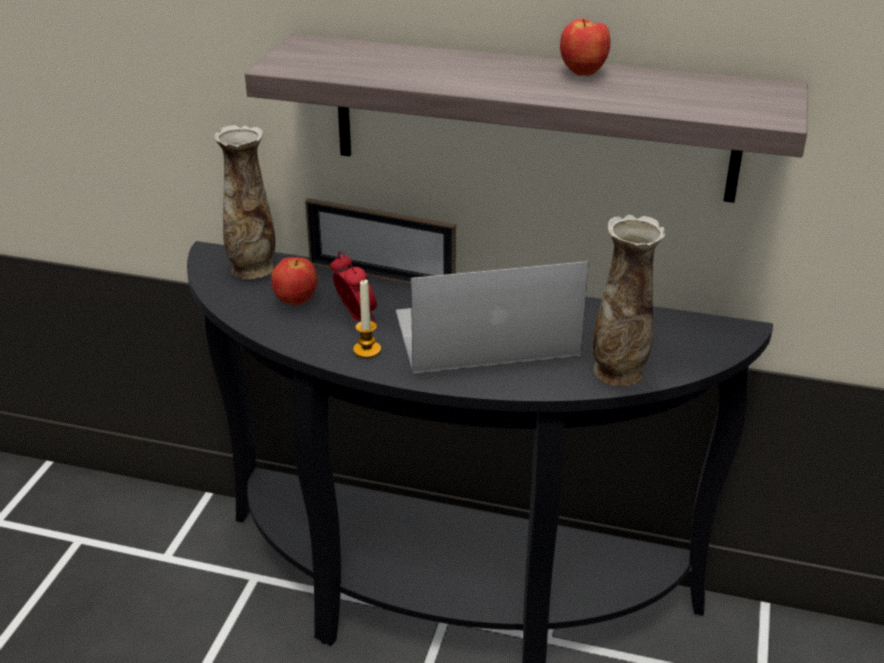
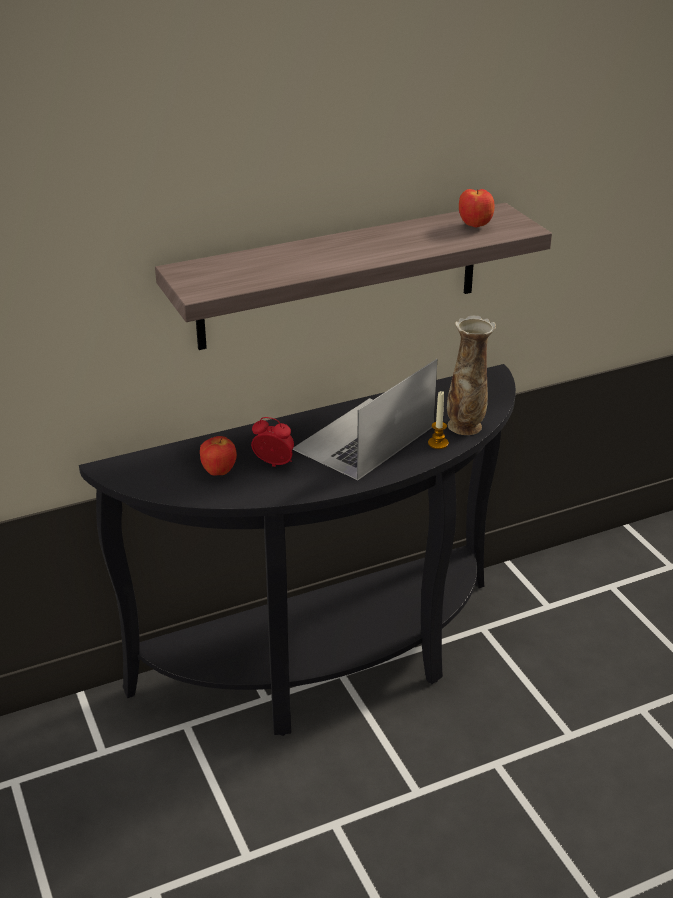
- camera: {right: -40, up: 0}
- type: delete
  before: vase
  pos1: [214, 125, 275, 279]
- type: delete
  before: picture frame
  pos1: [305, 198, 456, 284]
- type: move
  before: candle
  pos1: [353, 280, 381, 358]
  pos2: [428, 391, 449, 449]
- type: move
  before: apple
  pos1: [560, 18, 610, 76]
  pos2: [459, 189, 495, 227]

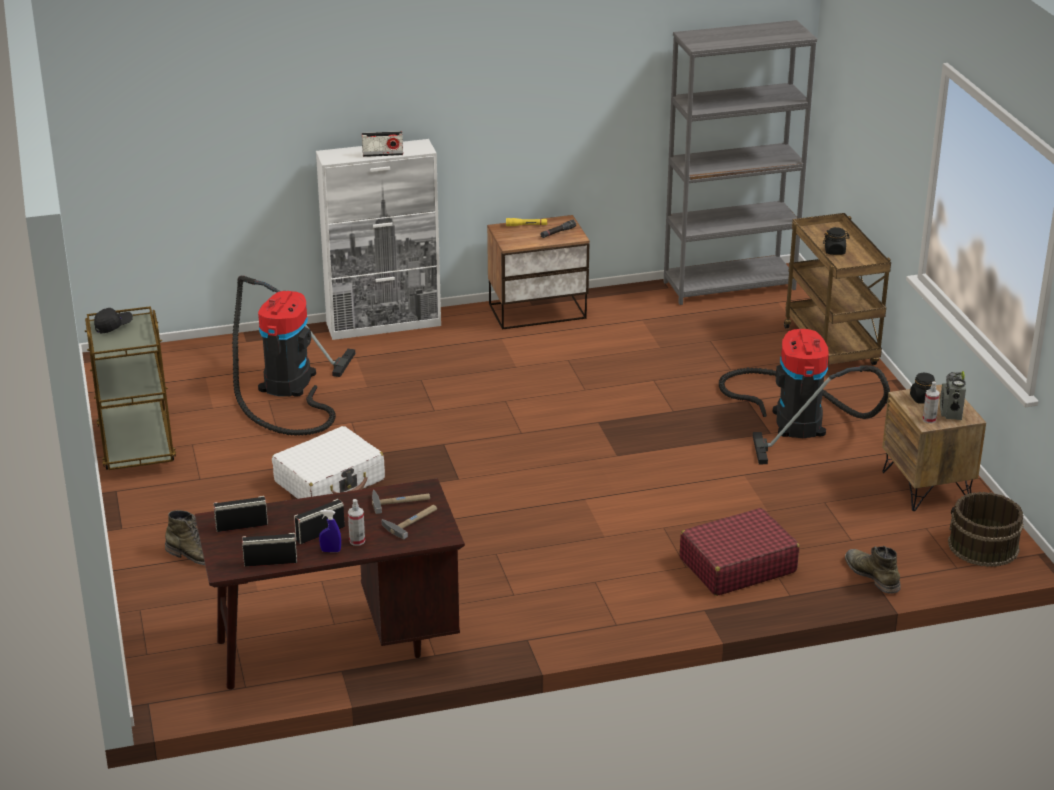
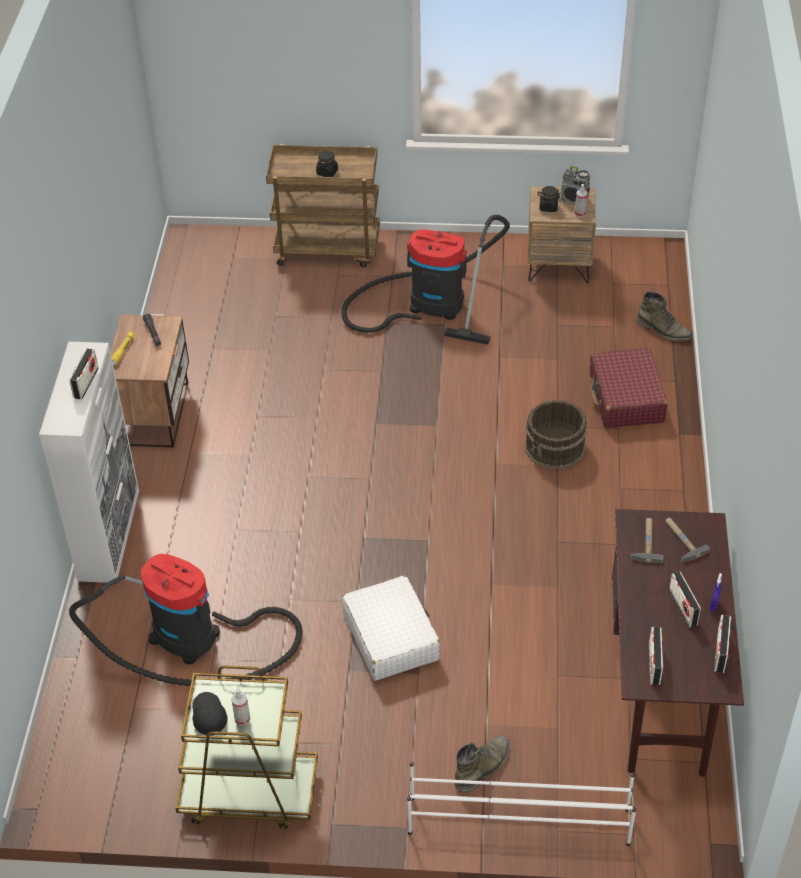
- camera: {right: -70, up: 15}
- type: delete
  before: grey bookcase
  pos1: [664, 20, 817, 305]
- type: insert
  after: white shoe rack
  pos2: [407, 762, 636, 846]
- type: move
  before: spray bottle
  pos1: [348, 499, 365, 546]
  pos2: [231, 688, 250, 725]
- type: move
  before: brown bucket
  pos1: [948, 492, 1024, 567]
  pos2: [525, 400, 587, 469]
- type: rotate
  before: green boot
  pos1: [845, 546, 901, 594]
  pos2: [636, 292, 692, 341]
  turn: -135

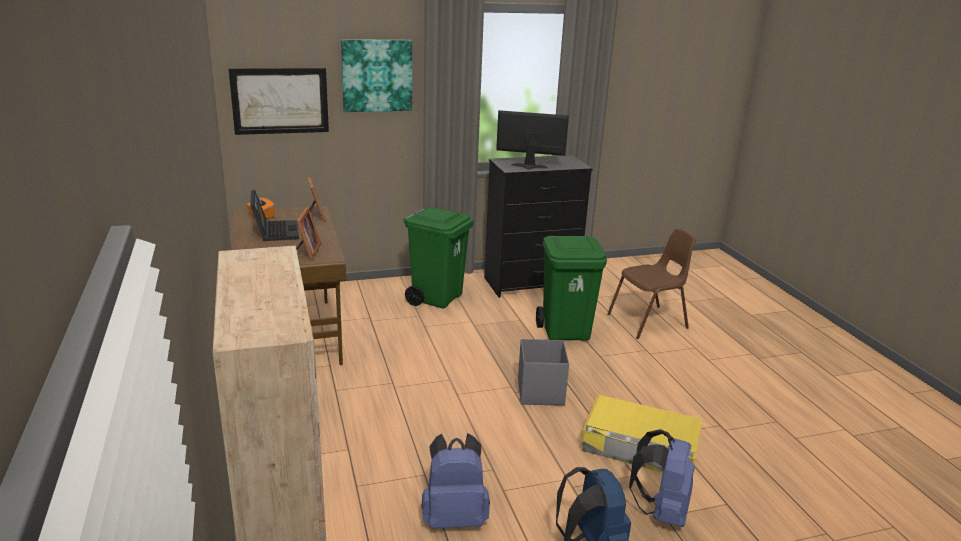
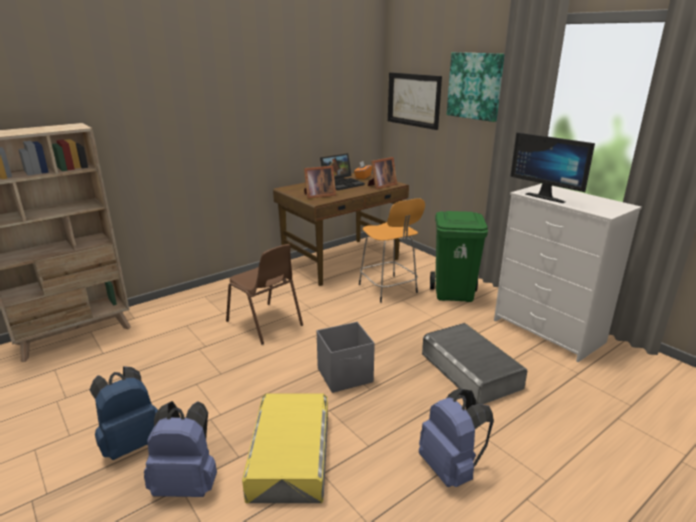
- camera: {right: 70, up: 0}
- type: insert
  after: orange stool
  pos2: [359, 198, 425, 303]
- type: move
  before: blue backpack
  pos1: [422, 433, 490, 529]
  pos2: [419, 388, 494, 487]
- type: move
  before: brown chair
  pos1: [607, 229, 696, 339]
  pos2: [226, 244, 303, 345]
- type: replace
  before: green trash can
  after: grey storage box
  pos1: [536, 236, 607, 341]
  pos2: [422, 323, 527, 405]
- type: recolor
  before: black dresser
  after: white dresser
  pos1: [484, 155, 593, 298]
  pos2: [494, 184, 642, 362]
- type: rotate
  before: monitor
  pos1: [496, 110, 569, 170]
  pos2: [510, 132, 595, 203]
  turn: 150

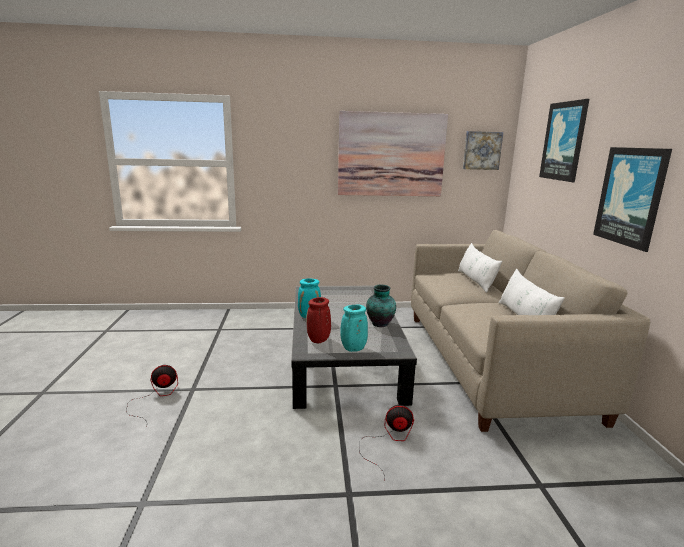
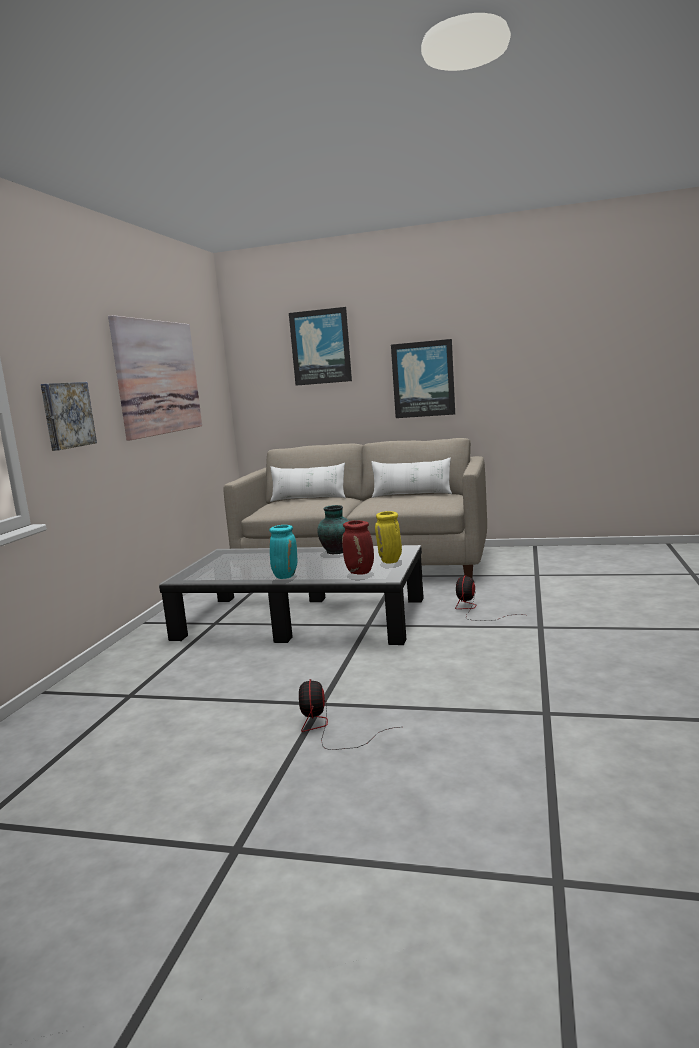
- camera: {right: -70, up: -5}
- type: move
  before: picture
  pos1: [463, 131, 503, 170]
  pos2: [41, 382, 97, 451]
- type: recolor
  before: turquoise vase
  after: yellow vase
  pos1: [340, 305, 368, 352]
  pos2: [375, 511, 402, 563]

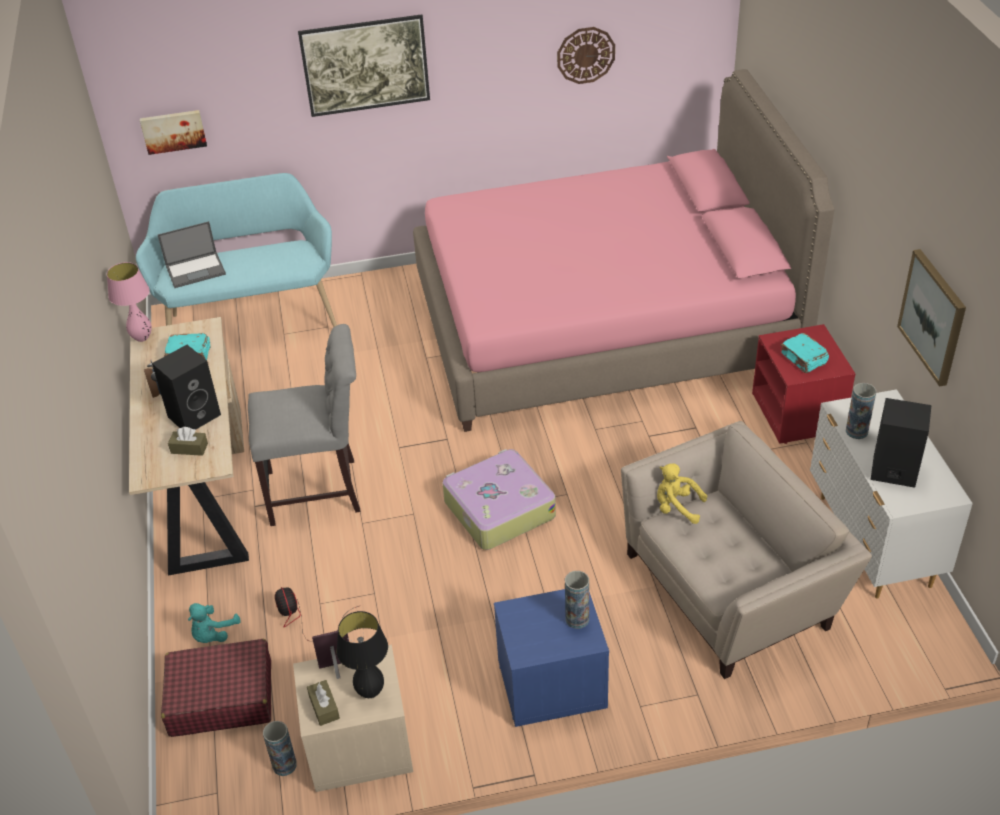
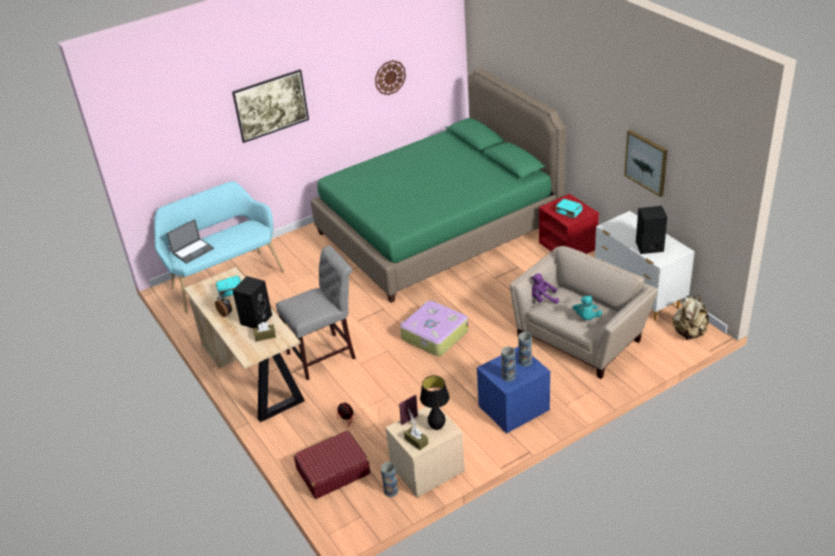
- camera: {right: -20, up: -5}
- type: delete
  before: pink table lamp
  pos1: [107, 262, 152, 342]
- type: delete
  before: picture
  pos1: [140, 110, 207, 155]
- type: insert
  after: beige backpack
  pos2: [673, 295, 709, 340]
- type: move
  before: turquoise plush toy
  pos1: [188, 603, 241, 643]
  pos2: [573, 296, 602, 320]
- type: move
  before: vase
  pos1: [846, 383, 876, 439]
  pos2: [501, 347, 516, 382]
- type: recolor
  before: pink bed
  after: green bed
  pos1: [413, 69, 834, 432]
  pos2: [310, 68, 566, 303]
- type: recolor
  before: yellow plush toy
  after: purple plush toy
  pos1: [657, 463, 707, 524]
  pos2: [531, 273, 559, 304]

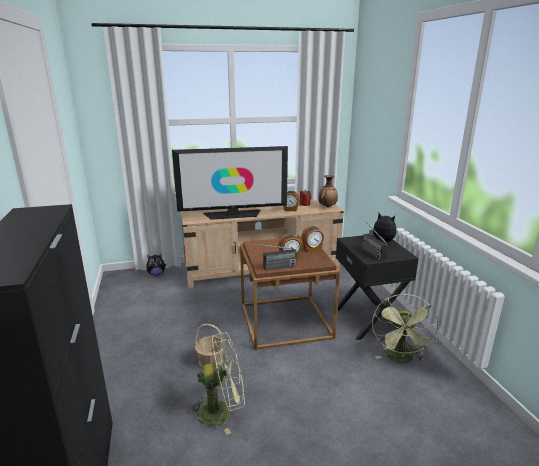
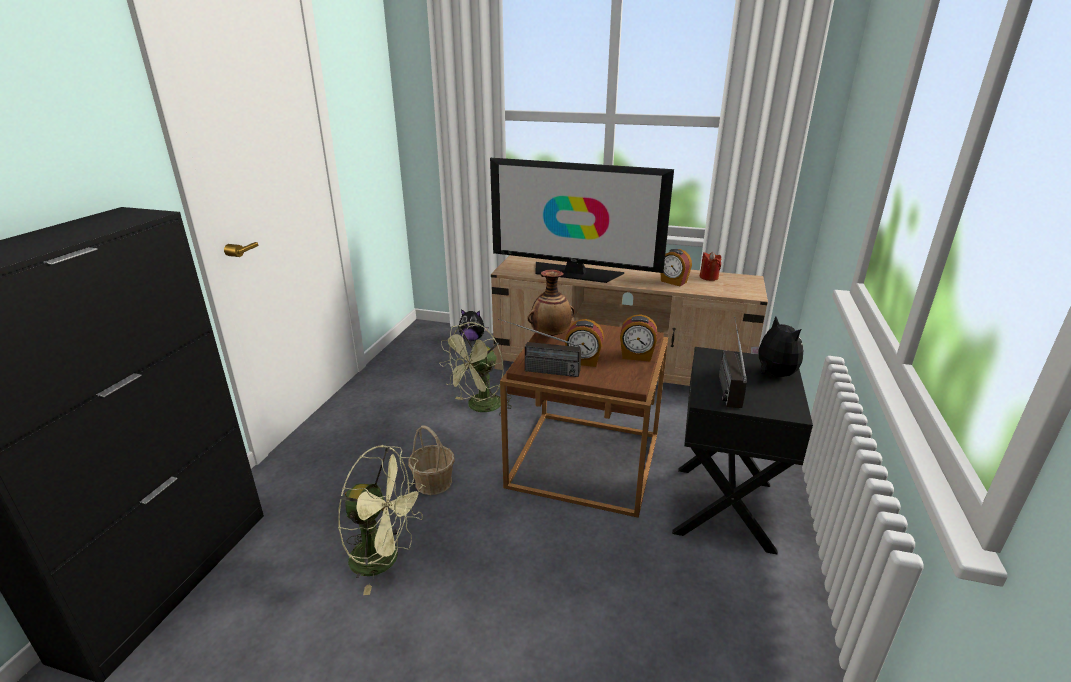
- camera: {right: 30, up: 5}
- type: move
  before: vase
  pos1: [318, 175, 338, 207]
  pos2: [527, 270, 575, 336]
- type: move
  before: green fan
  pos1: [372, 294, 439, 363]
  pos2: [439, 322, 512, 416]

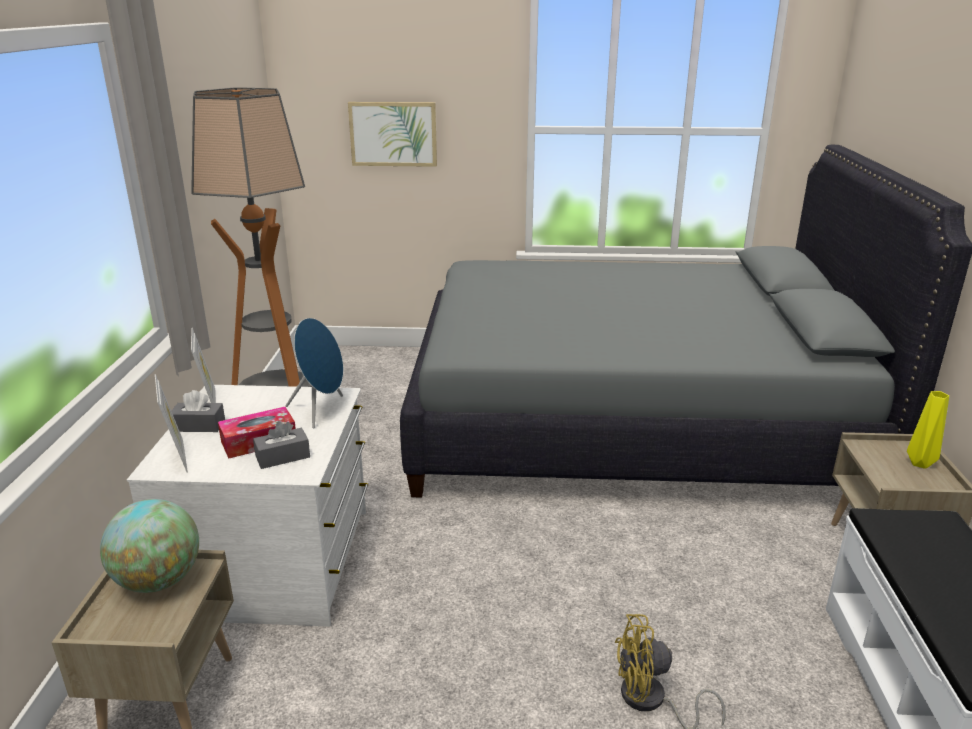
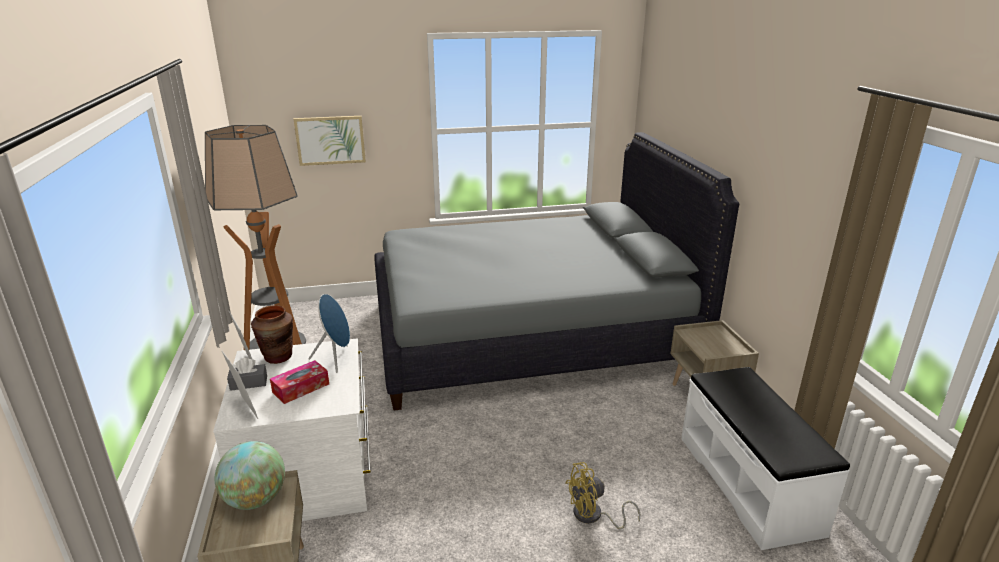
- camera: {right: -15, up: 0}
- type: delete
  before: grey tissue box
  pos1: [253, 421, 310, 469]
- type: delete
  before: yellow vase
  pos1: [907, 391, 949, 469]
- type: insert
  after: brown vase
  pos2: [251, 305, 293, 364]

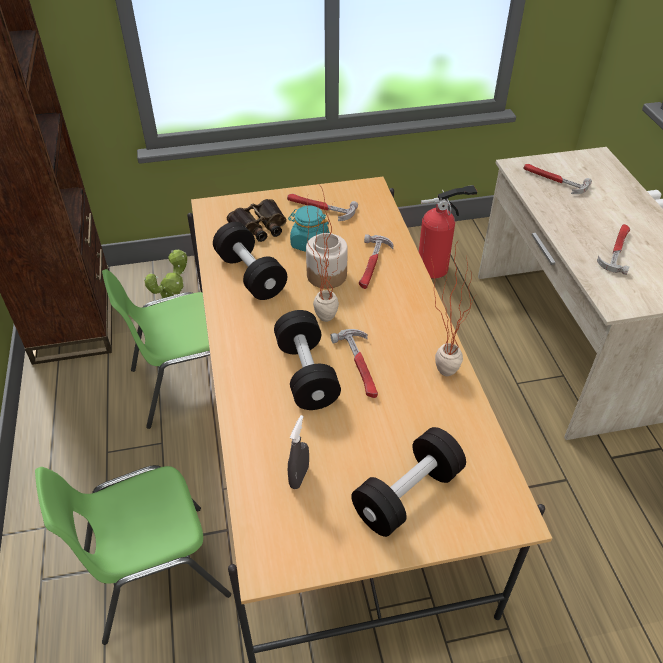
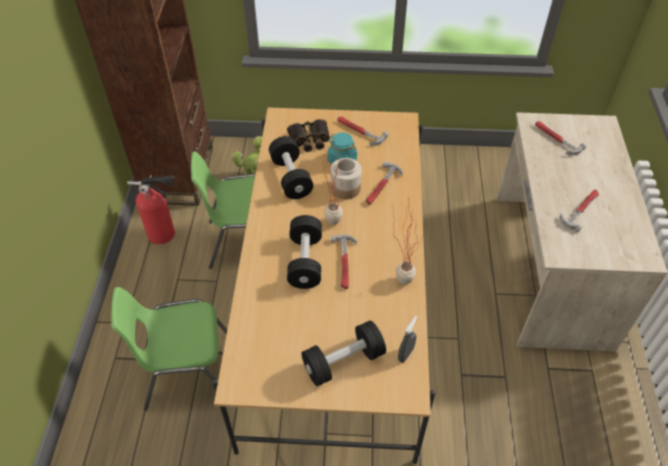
- camera: {right: 15, up: 5}
- type: move
  before: grey spray bottle
  pos1: [288, 415, 309, 489]
  pos2: [398, 316, 417, 362]
- type: move
  before: fire extinguisher
  pos1: [419, 185, 477, 278]
  pos2: [127, 175, 175, 244]

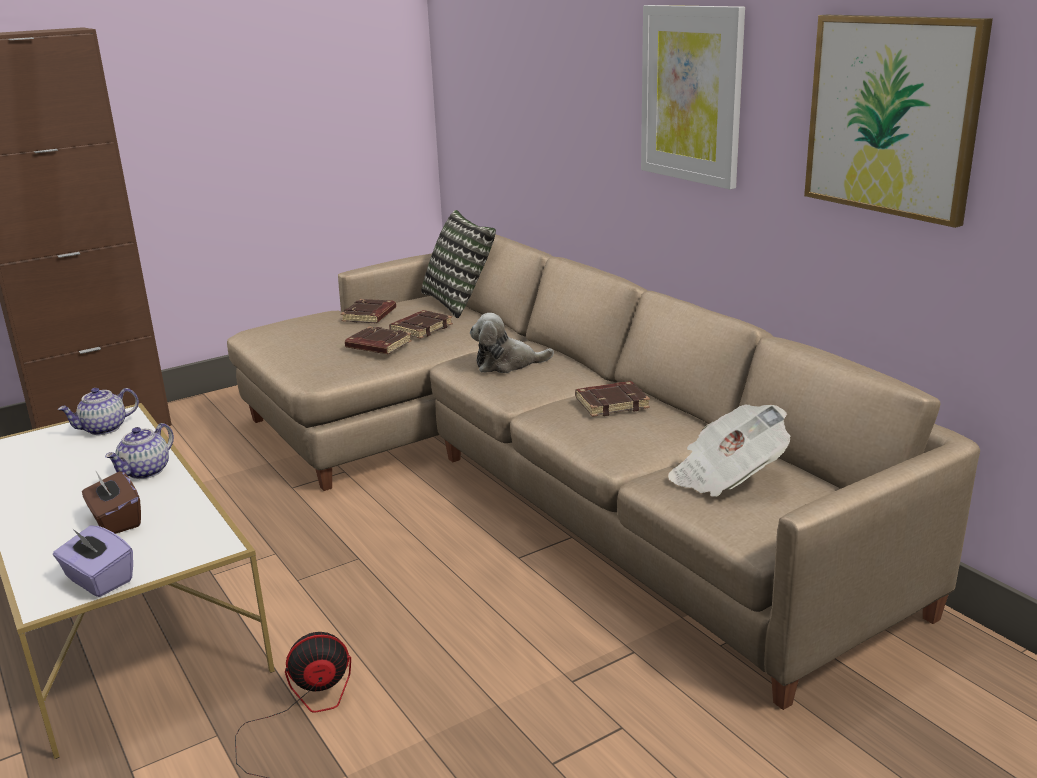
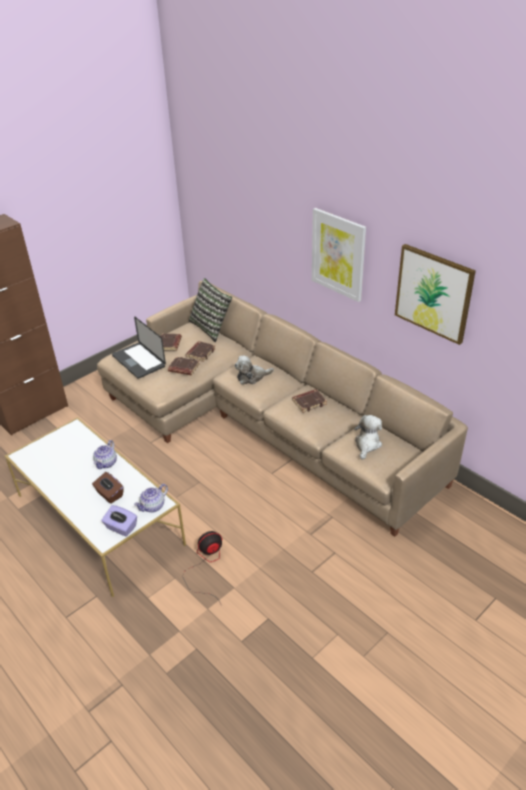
- camera: {right: -10, up: 15}
- type: insert
  after: laptop
  pos2: [112, 316, 166, 379]
- type: move
  before: teapot
  pos1: [58, 388, 139, 435]
  pos2: [134, 484, 168, 512]
- type: replace
  before: newspaper
  after: plush toy
  pos1: [668, 405, 790, 497]
  pos2: [354, 415, 382, 460]

